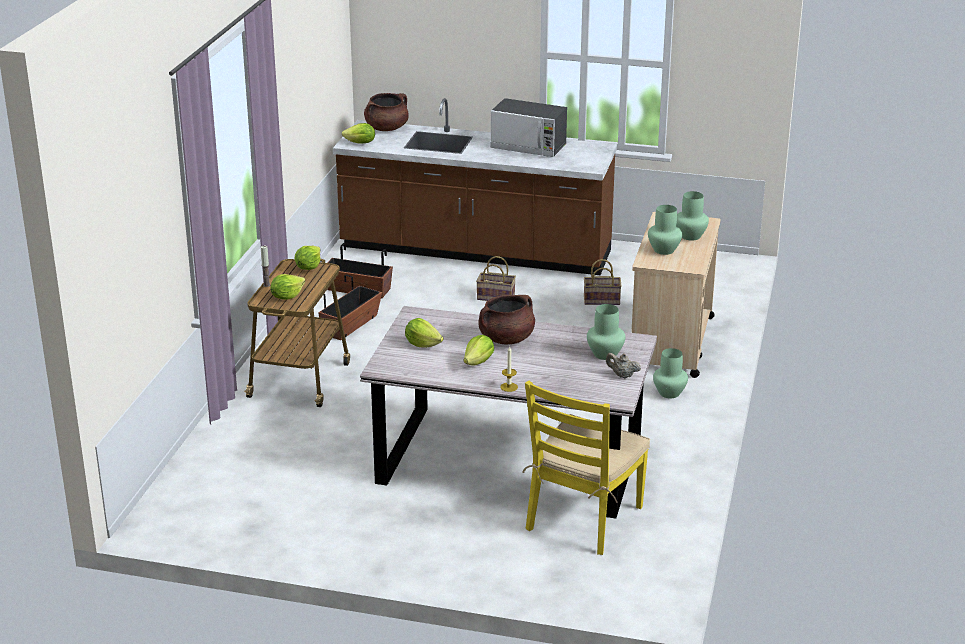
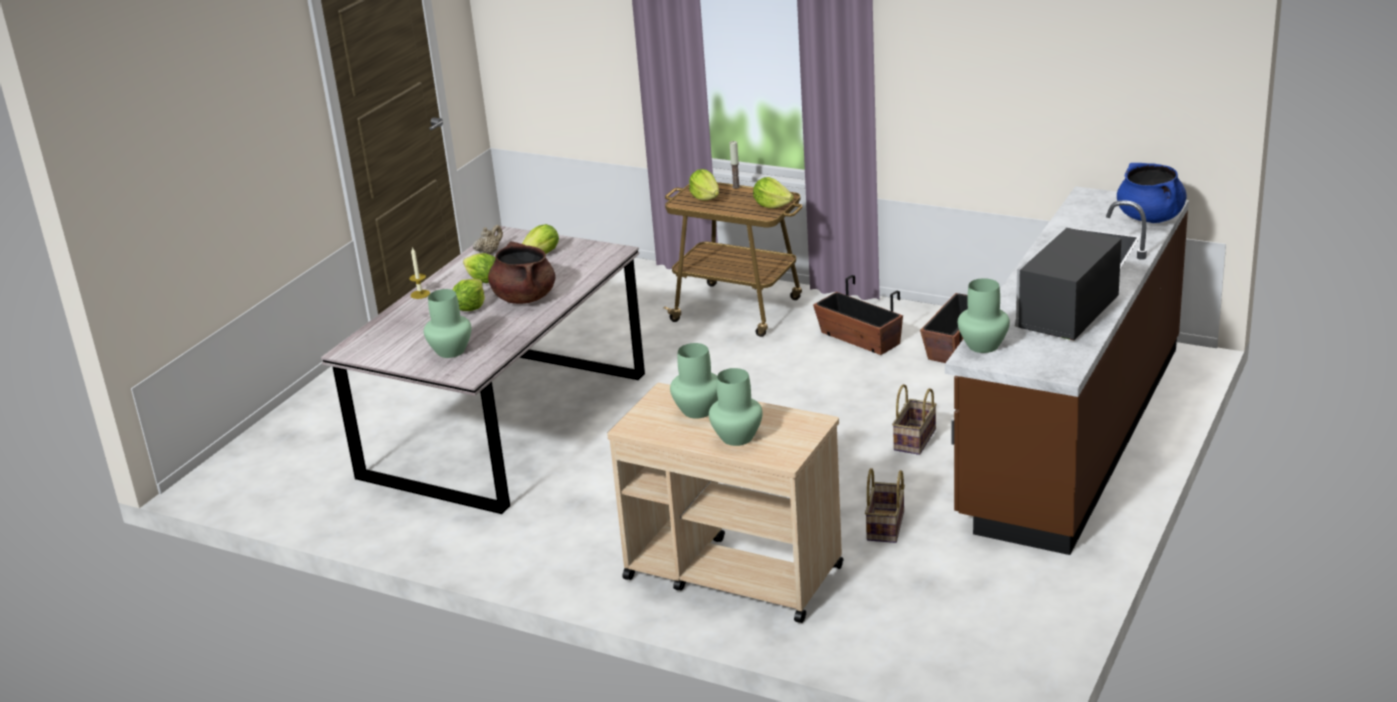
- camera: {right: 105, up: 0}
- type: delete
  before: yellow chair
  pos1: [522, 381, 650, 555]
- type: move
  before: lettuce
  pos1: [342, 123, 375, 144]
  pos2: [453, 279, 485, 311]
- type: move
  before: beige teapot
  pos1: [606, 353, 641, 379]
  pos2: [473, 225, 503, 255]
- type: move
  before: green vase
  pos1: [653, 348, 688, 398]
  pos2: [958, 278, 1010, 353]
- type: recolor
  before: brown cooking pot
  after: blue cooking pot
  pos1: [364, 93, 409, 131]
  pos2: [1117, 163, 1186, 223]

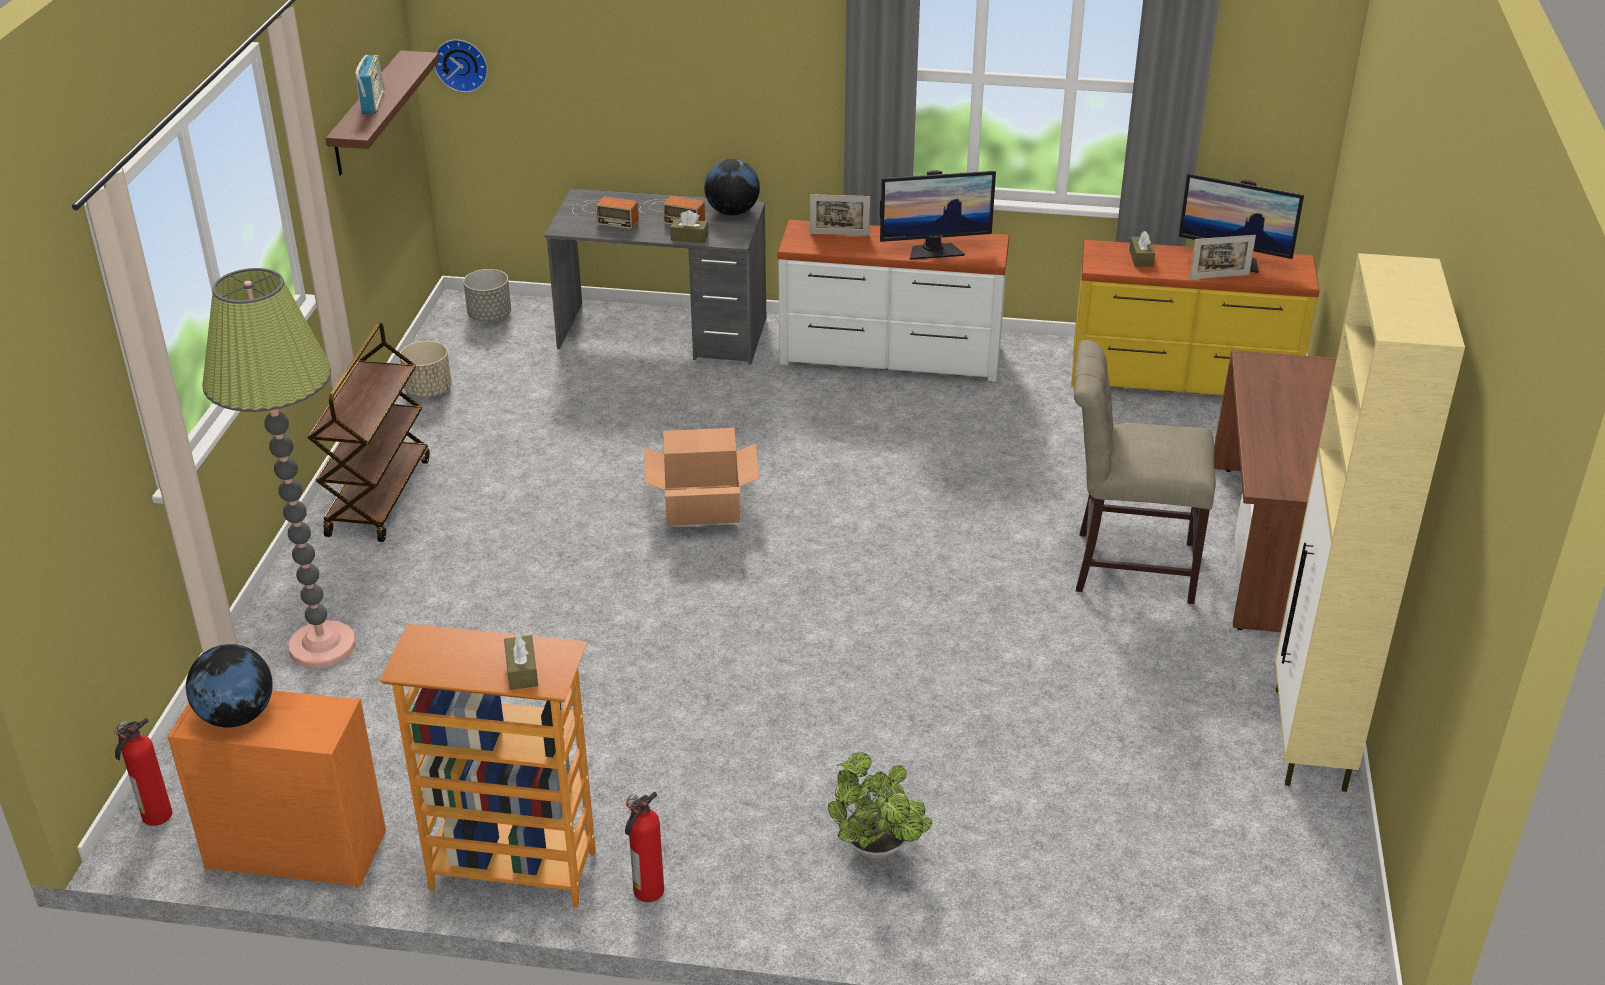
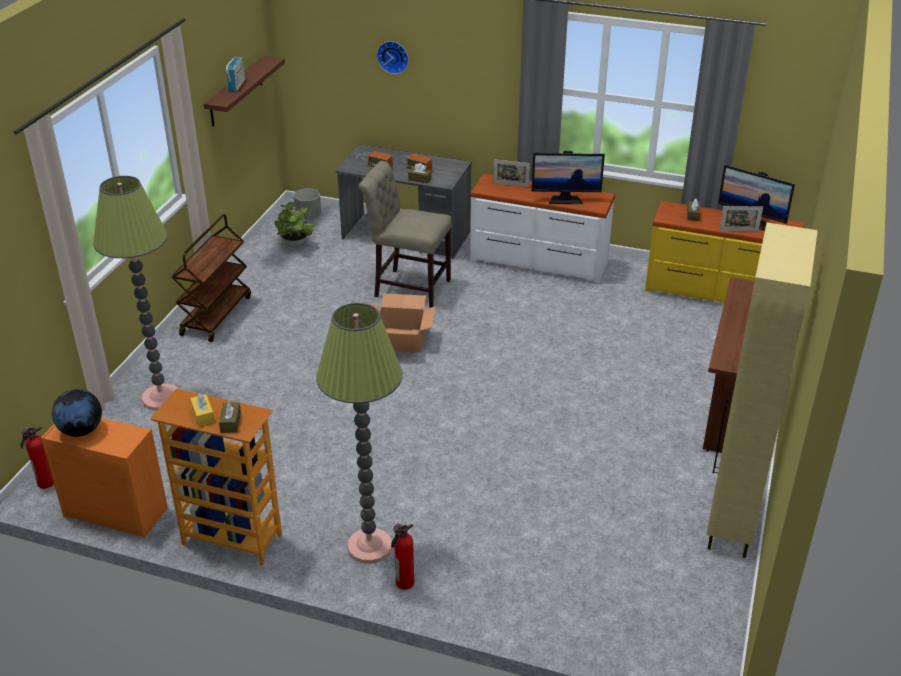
- camera: {right: 10, up: 0}
- type: delete
  before: beige planter
  pos1: [400, 341, 452, 397]
- type: delete
  before: globe
  pos1: [704, 159, 760, 216]
- type: insert
  after: yellow tissue box
  pos2: [190, 393, 215, 426]
- type: insert
  after: floor lamp
  pos2: [316, 303, 403, 564]
- type: move
  before: wall clock
  pos1: [434, 39, 488, 93]
  pos2: [377, 41, 409, 74]
- type: move
  before: fire extinguisher
  pos1: [625, 792, 664, 902]
  pos2: [391, 524, 414, 590]
- type: move
  before: potted plant
  pos1: [828, 752, 932, 860]
  pos2: [274, 202, 314, 247]
- type: move
  before: beige chair
  pos1: [1074, 340, 1216, 604]
  pos2: [359, 161, 452, 308]

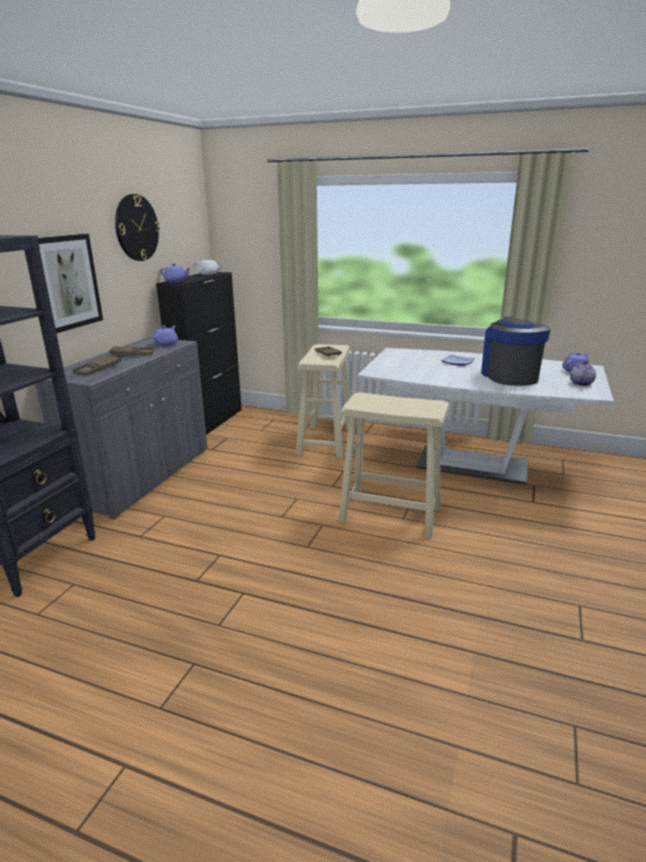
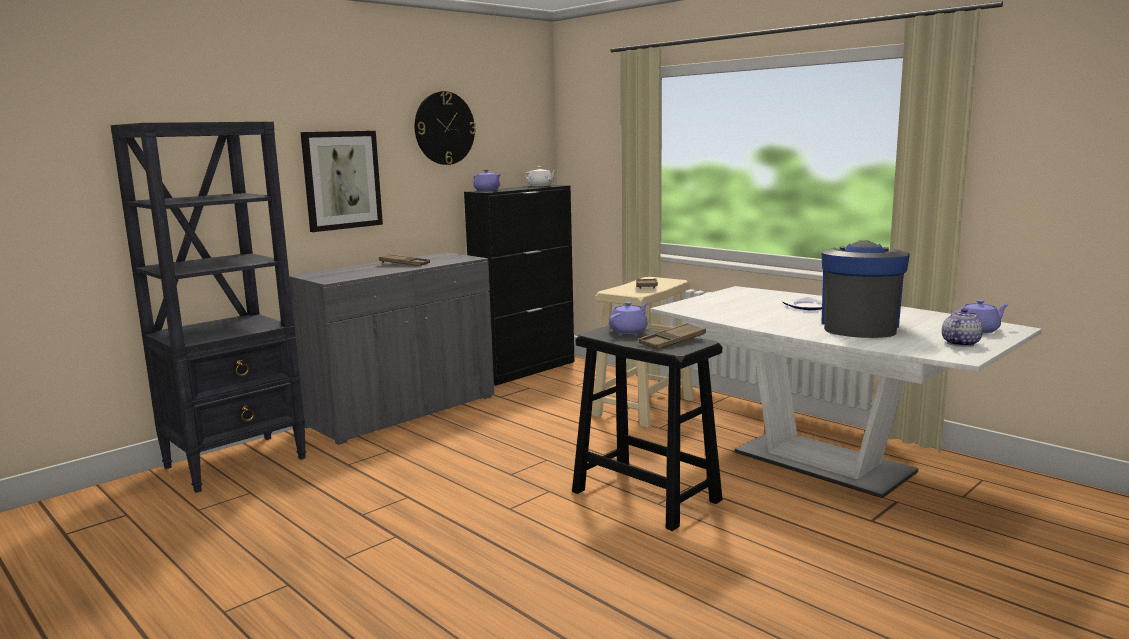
- camera: {right: 25, up: -10}
- type: move
  before: brown tray
  pos1: [73, 355, 122, 376]
  pos2: [639, 323, 706, 349]
- type: move
  before: purple teapot
  pos1: [153, 326, 178, 346]
  pos2: [609, 302, 648, 334]
- type: recolor
  before: beige stool
  after: black stool
  pos1: [339, 392, 449, 538]
  pos2: [572, 325, 723, 531]

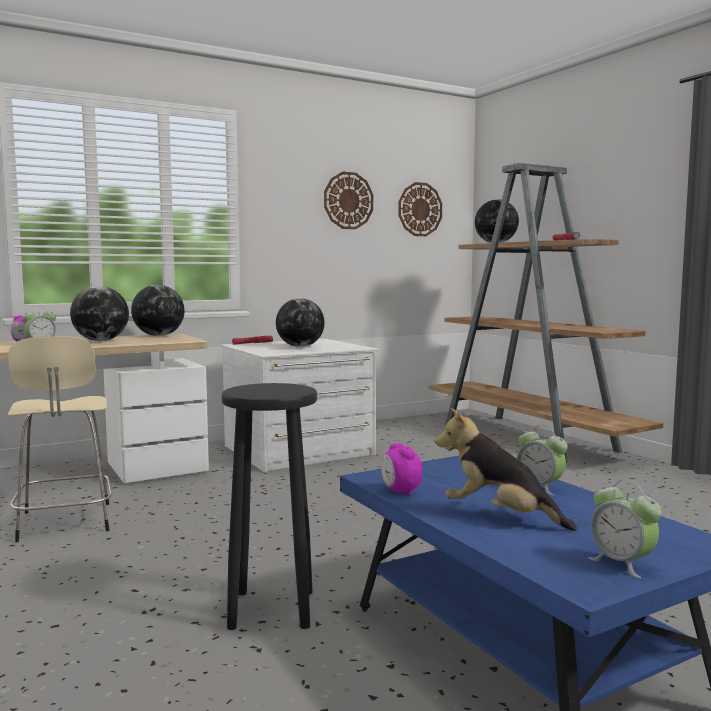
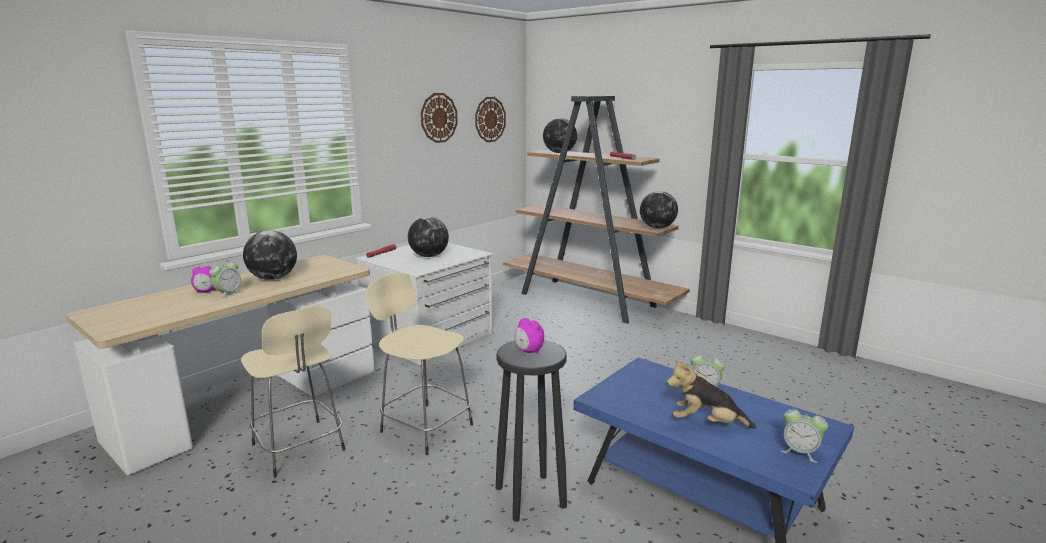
- camera: {right: -20, up: 10}
- type: insert
  after: beige stool
  pos2: [366, 273, 473, 455]
- type: move
  before: globe
  pos1: [131, 285, 185, 336]
  pos2: [640, 191, 678, 229]
- type: move
  before: alarm clock
  pos1: [381, 443, 422, 495]
  pos2: [515, 318, 544, 354]

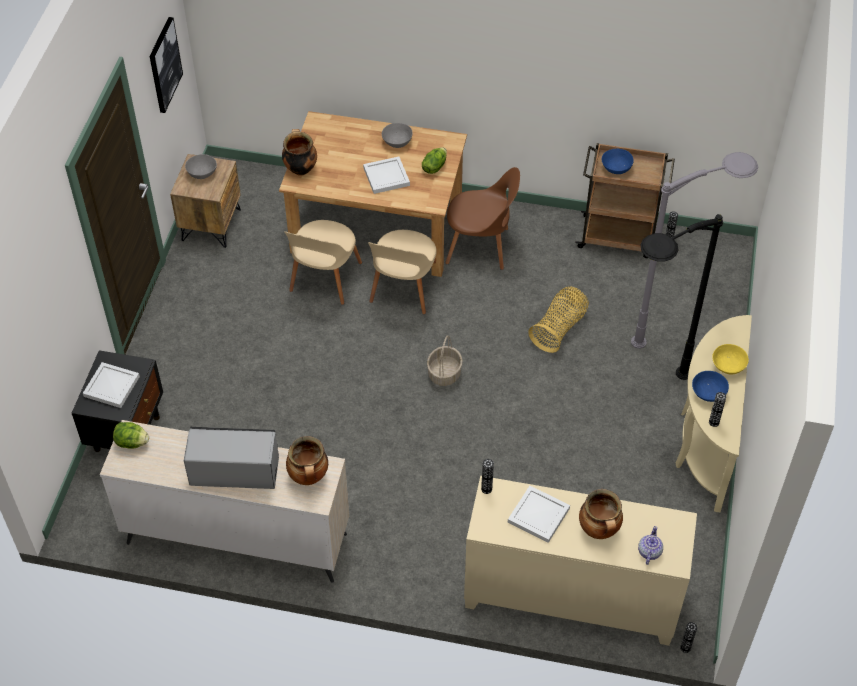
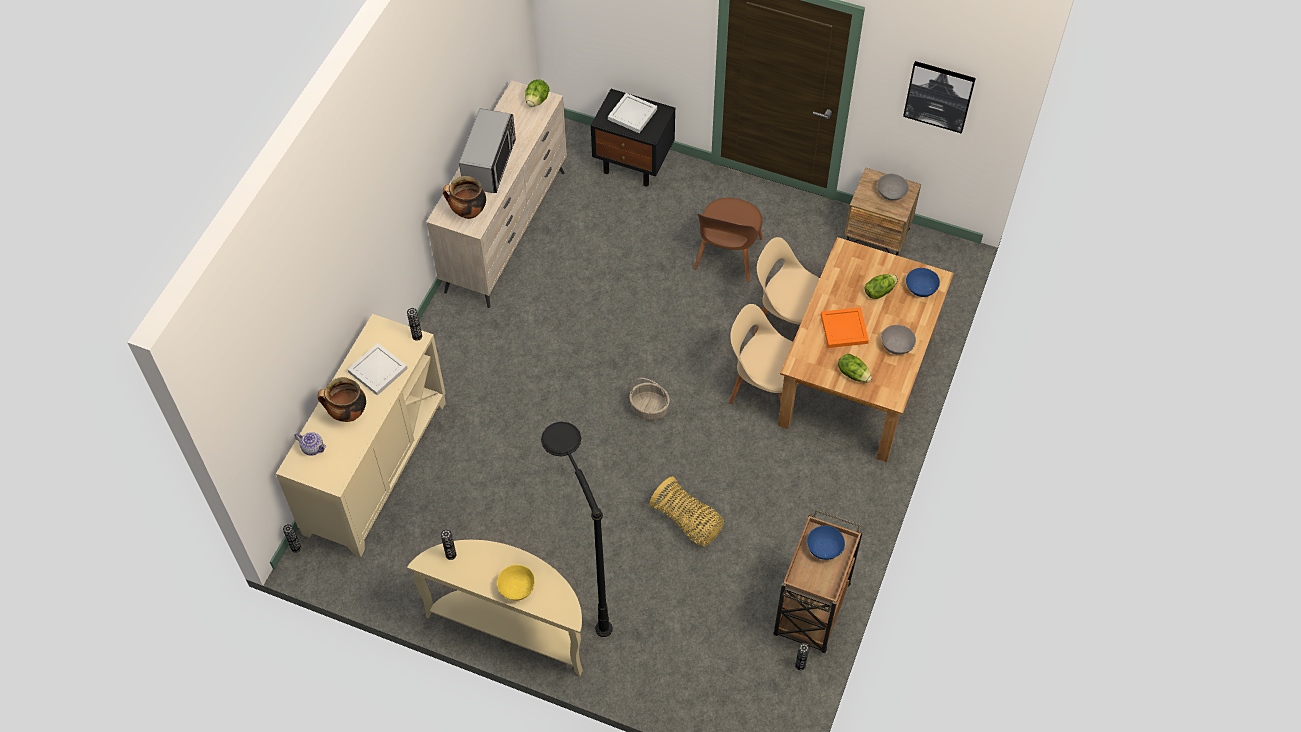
- camera: {right: 100, up: 5}
- type: delete
  before: cooking pot
  pos1: [282, 129, 317, 176]
- type: delete
  before: grey floor lamp
  pos1: [631, 152, 758, 349]
- type: insert
  after: lettuce
  pos2: [865, 274, 898, 299]
- type: move
  before: brown chair
  pos1: [445, 167, 520, 270]
  pos2: [694, 198, 763, 282]
- type: move
  before: blue bowl
  pos1: [692, 371, 729, 402]
  pos2: [906, 268, 940, 297]
- type: recolor
  before: white tray
  after: orange tray
  pos1: [363, 157, 410, 194]
  pos2: [821, 307, 869, 348]

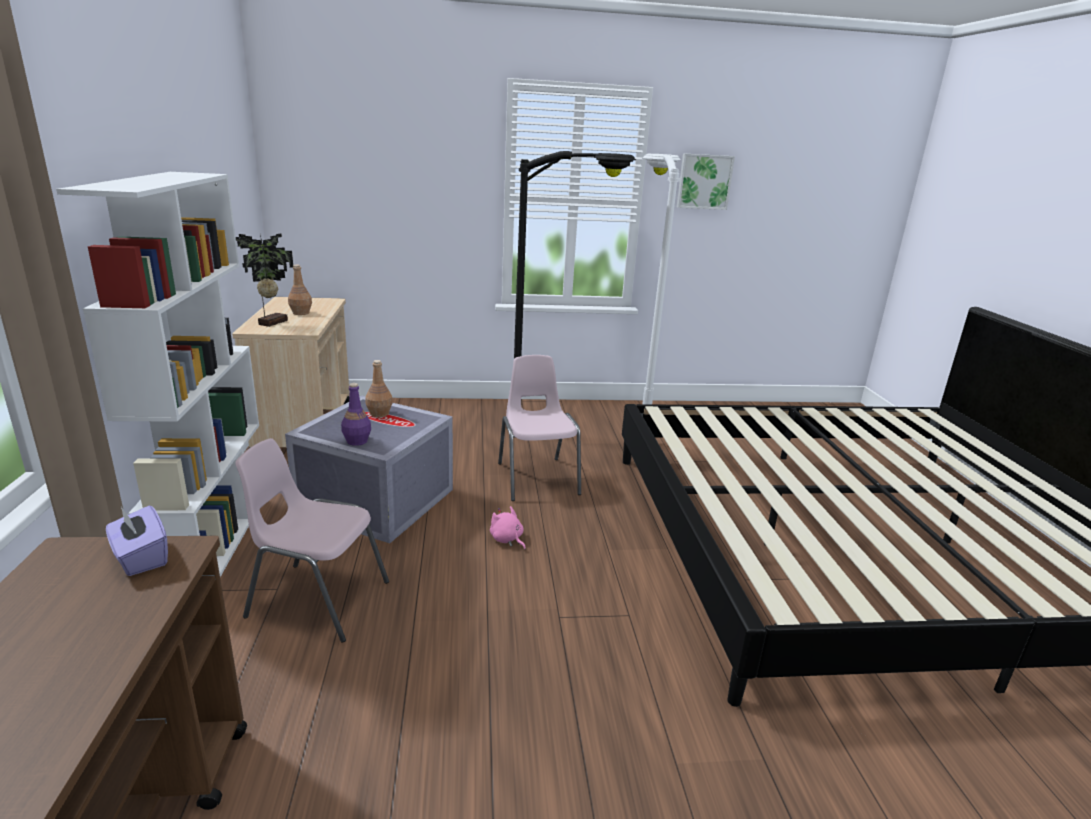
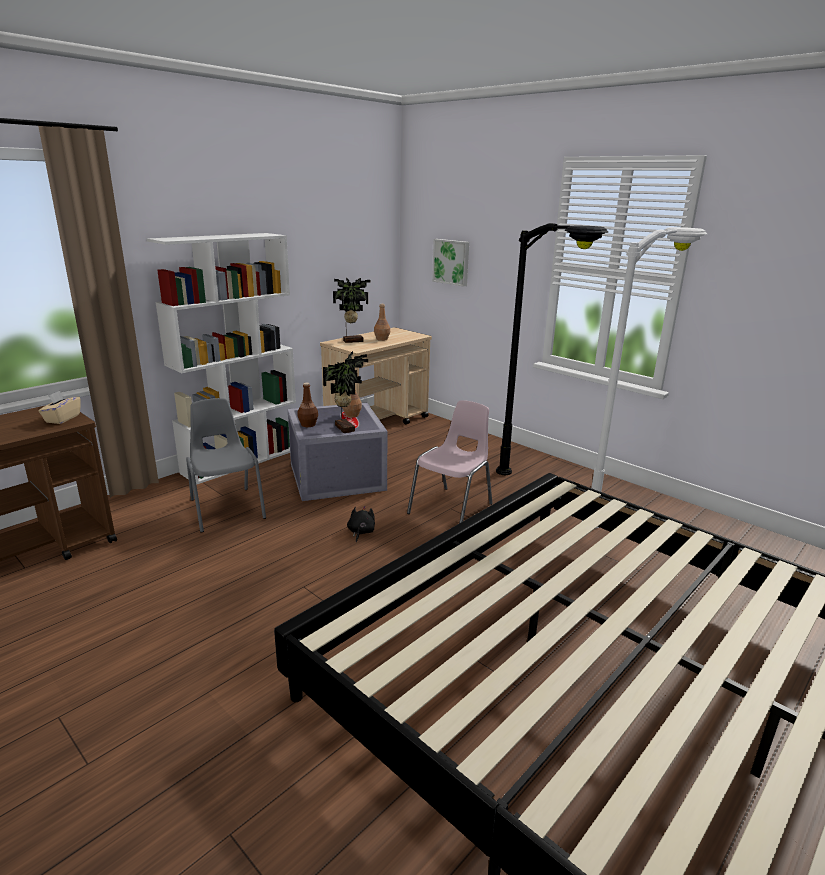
- camera: {right: 50, up: 0}
- type: insert
  after: potted plant
  pos2: [323, 351, 368, 433]
- type: move
  before: picture
  pos1: [677, 153, 735, 210]
  pos2: [432, 239, 469, 287]
- type: recolor
  before: purple tissue box
  after: beige tissue box
  pos1: [106, 506, 168, 576]
  pos2: [38, 391, 81, 424]
- type: recolor
  before: pink chair
  after: grey chair
  pos1: [235, 438, 389, 643]
  pos2: [186, 398, 266, 533]
- type: recolor
  before: purple bottle
  after: brown bottle
  pos1: [341, 383, 371, 446]
  pos2: [298, 383, 318, 427]
- type: recolor
  before: pink plush toy
  after: black plush toy
  pos1: [490, 506, 525, 550]
  pos2: [347, 506, 375, 542]

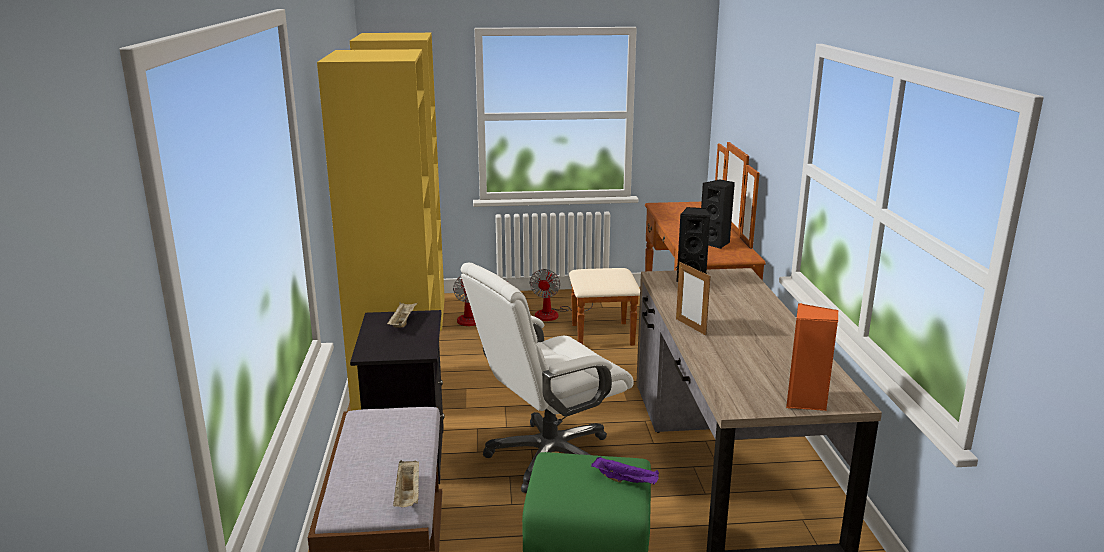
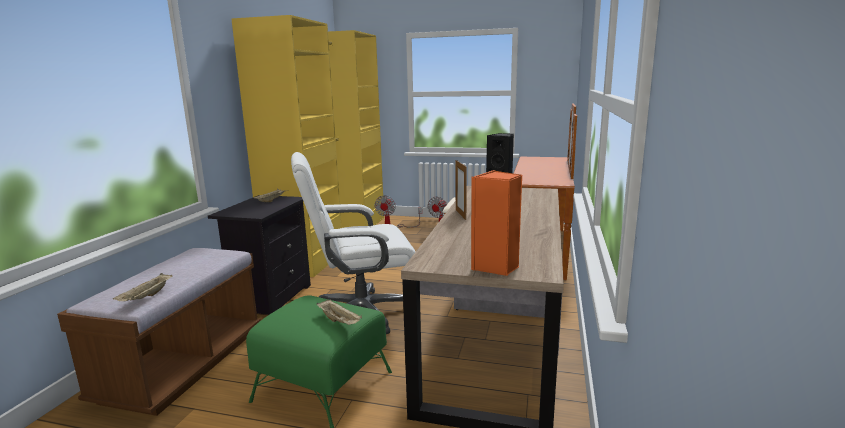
- camera: {right: 20, up: -5}
- type: delete
  before: black speaker
  pos1: [701, 179, 735, 249]
- type: recolor
  before: purple tray
  after: beige tray
  pos1: [591, 457, 659, 484]
  pos2: [316, 300, 362, 325]

